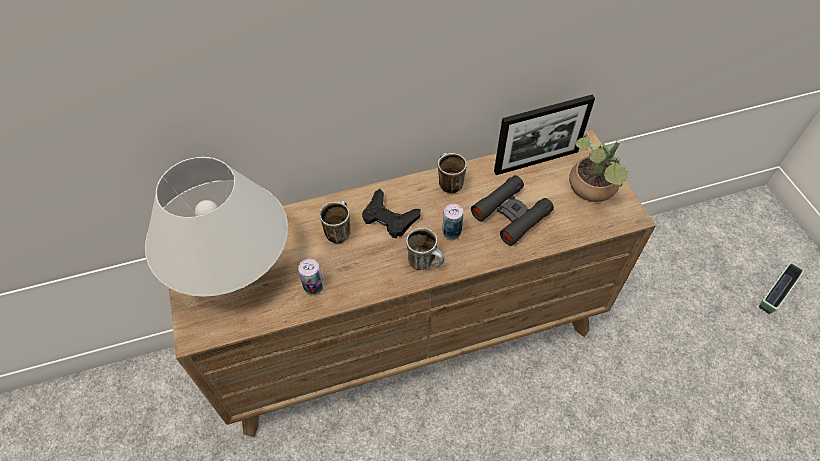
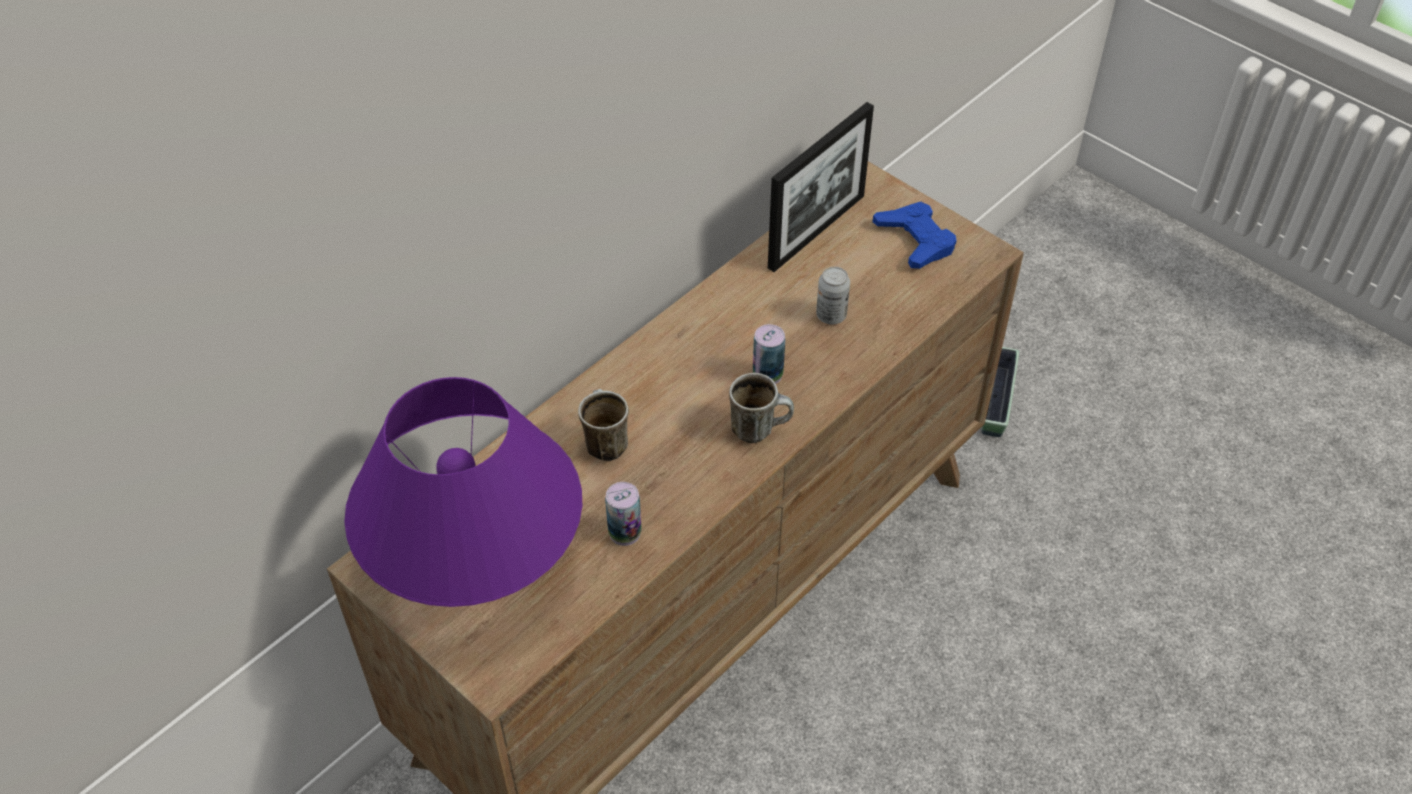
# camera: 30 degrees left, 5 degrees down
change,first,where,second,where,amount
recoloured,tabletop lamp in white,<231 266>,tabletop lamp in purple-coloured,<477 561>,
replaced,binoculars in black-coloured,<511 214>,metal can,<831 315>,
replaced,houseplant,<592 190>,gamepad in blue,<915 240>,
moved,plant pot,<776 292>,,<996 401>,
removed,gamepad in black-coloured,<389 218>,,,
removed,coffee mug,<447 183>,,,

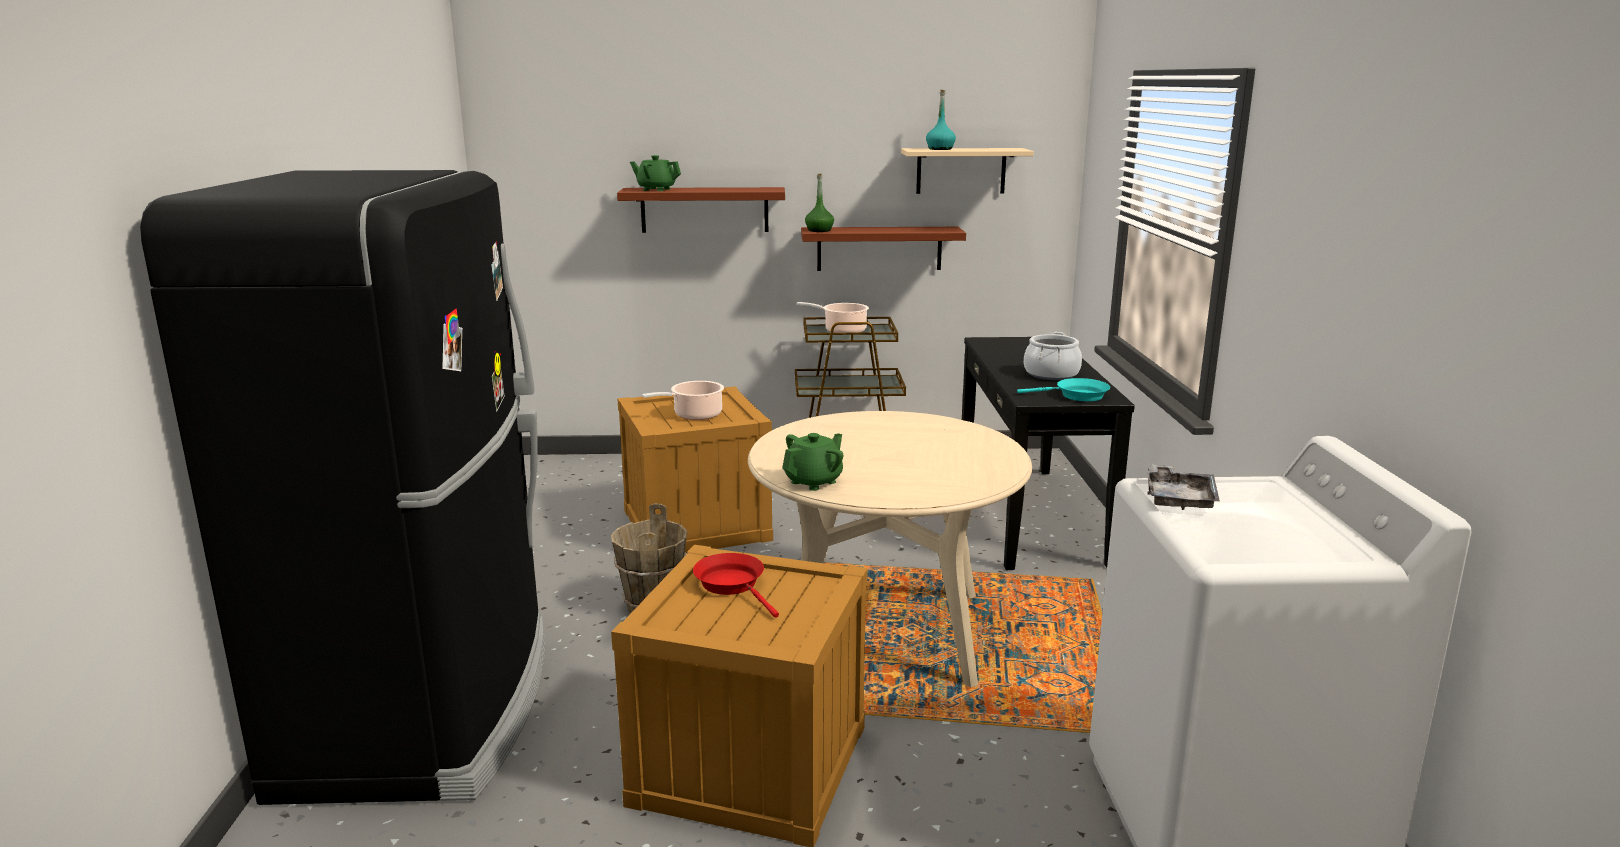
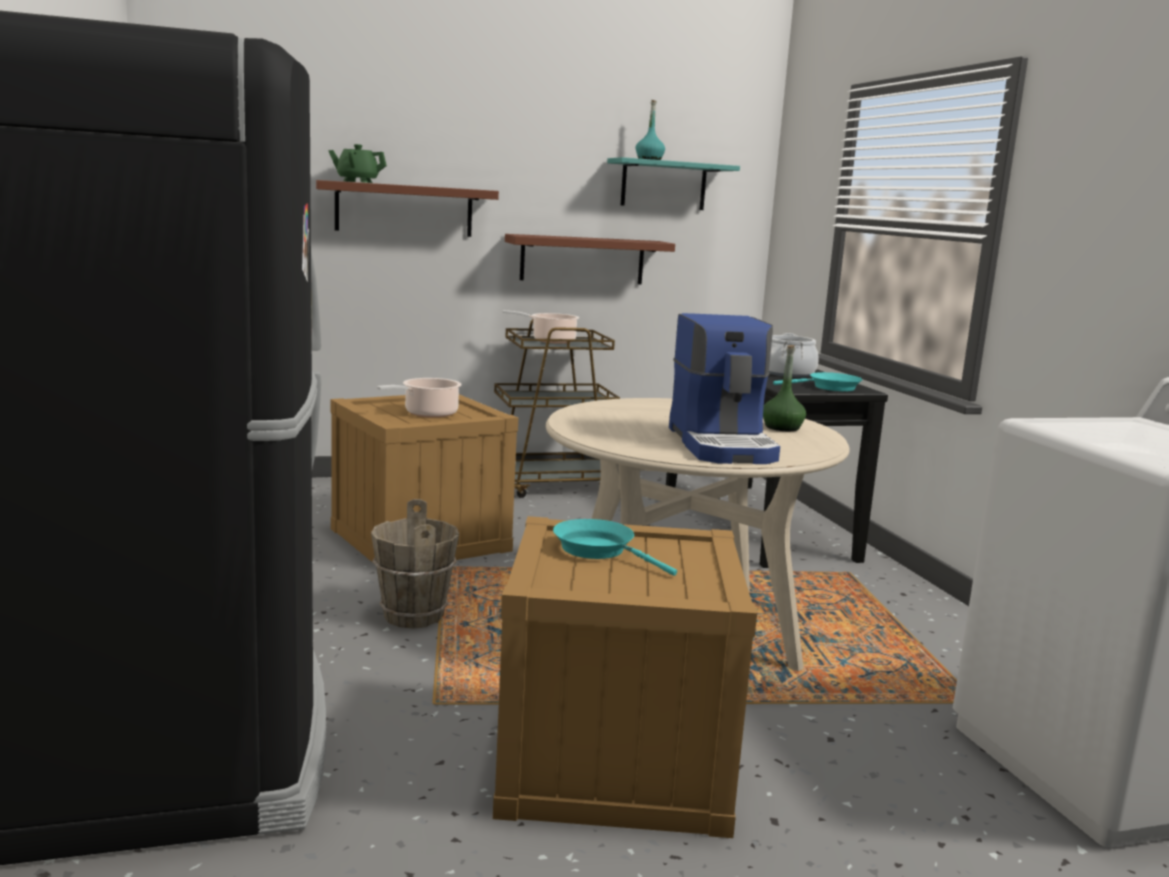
# camera: 15 degrees left, 5 degrees down
change,first,where,second,where,amount
recoloured,frying pan in reddish,<733 585>,frying pan in turquoise,<599 550>,
recoloured,shelf in beige,<961 170>,shelf in turquoise,<663 185>,
added,,,coffee maker,<723 445>,
moved,beverage bottle in greenish,<819 230>,,<782 428>,
removed,teapot in greenish,<814 482>,,,
removed,serving tray in grey,<1179 499>,,,

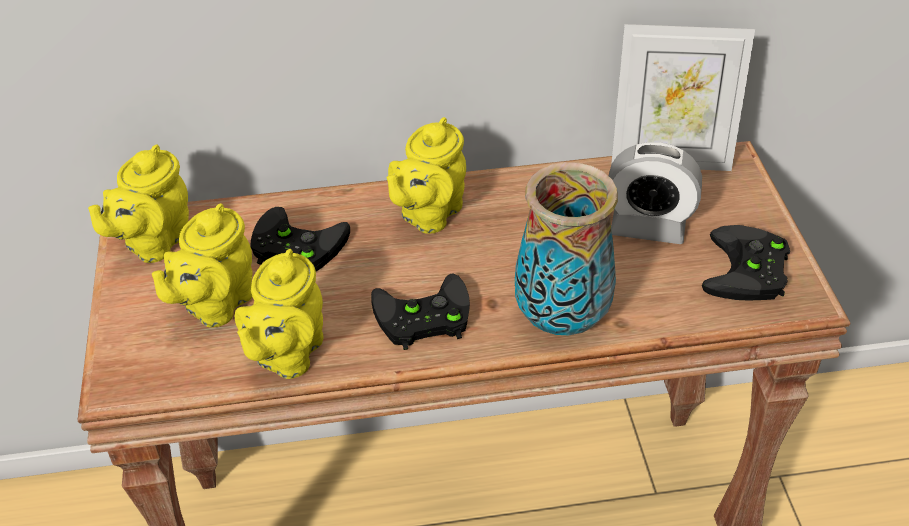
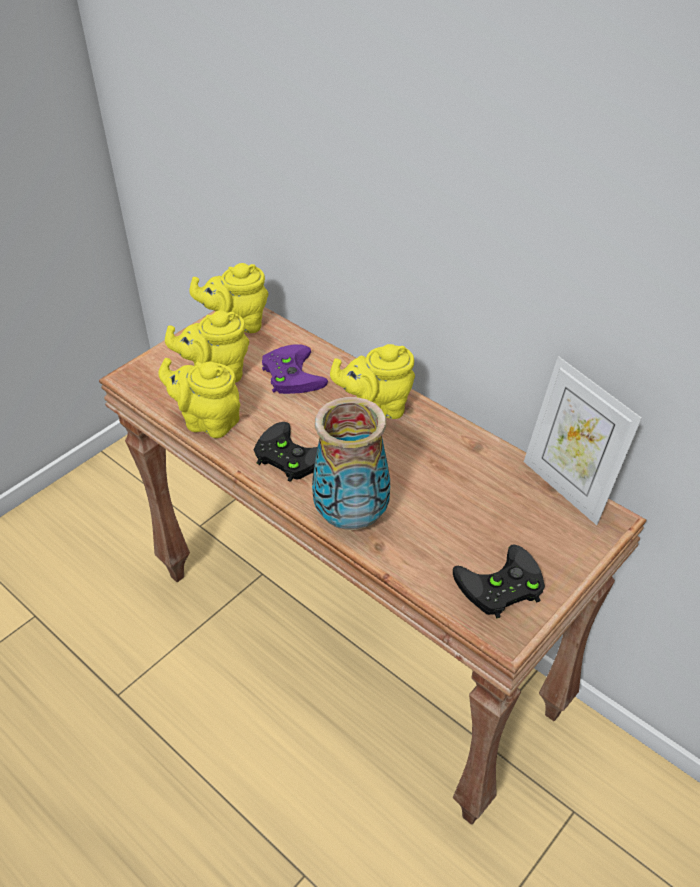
# camera: 50 degrees right, 0 degrees up
change,first,where,second,where,amount
turned,teapot in yellow-coloured,<287 355>,,<208 421>,45 degrees clockwise
recoloured,gamepad in black-coloured,<294 246>,gamepad in purple-coloured,<290 373>,
removed,alarm clock,<648 227>,,,

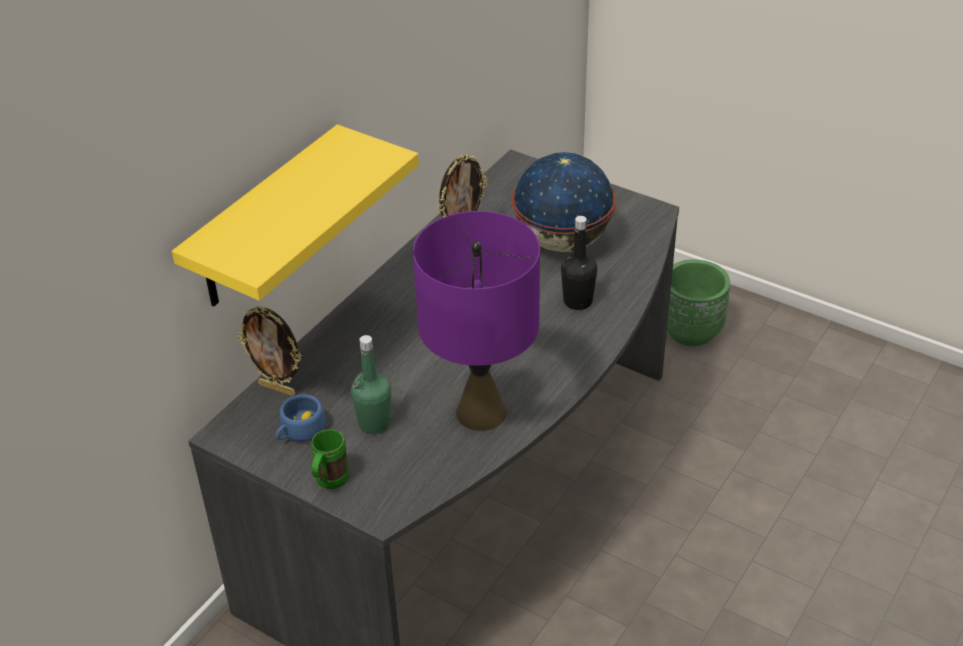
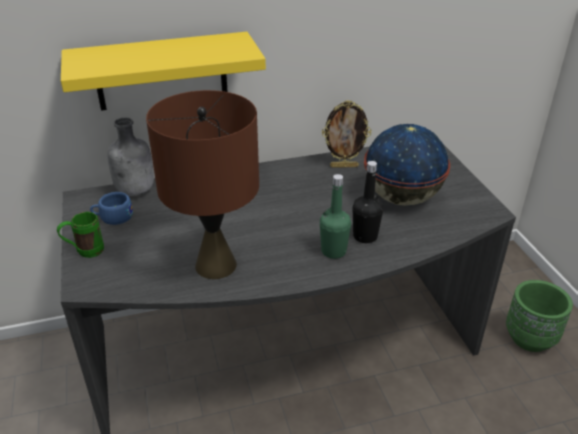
# camera: 40 degrees right, 5 degrees down
change,first,where,second,where,amount
replaced,standing frame,<278 389>,beverage bottle in grey,<136 191>,
recoloured,tabletop lamp in purple-coloured,<480 412>,tabletop lamp in brown,<215 265>,
moved,beverage bottle in greenish,<374 423>,,<333 251>,

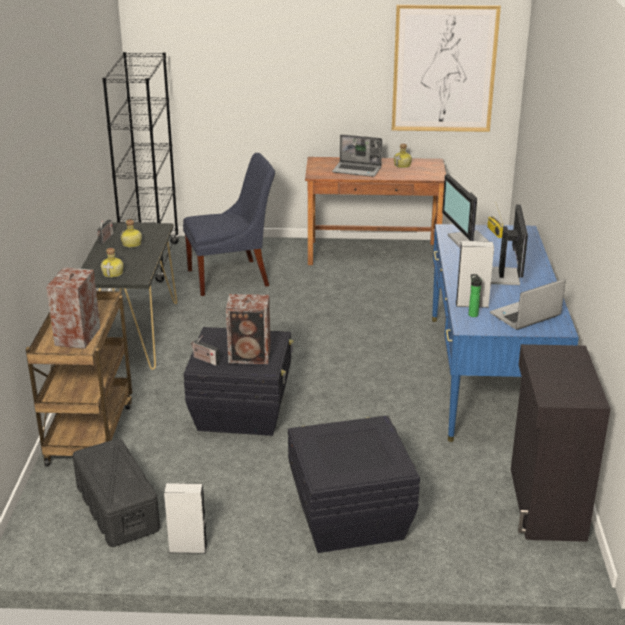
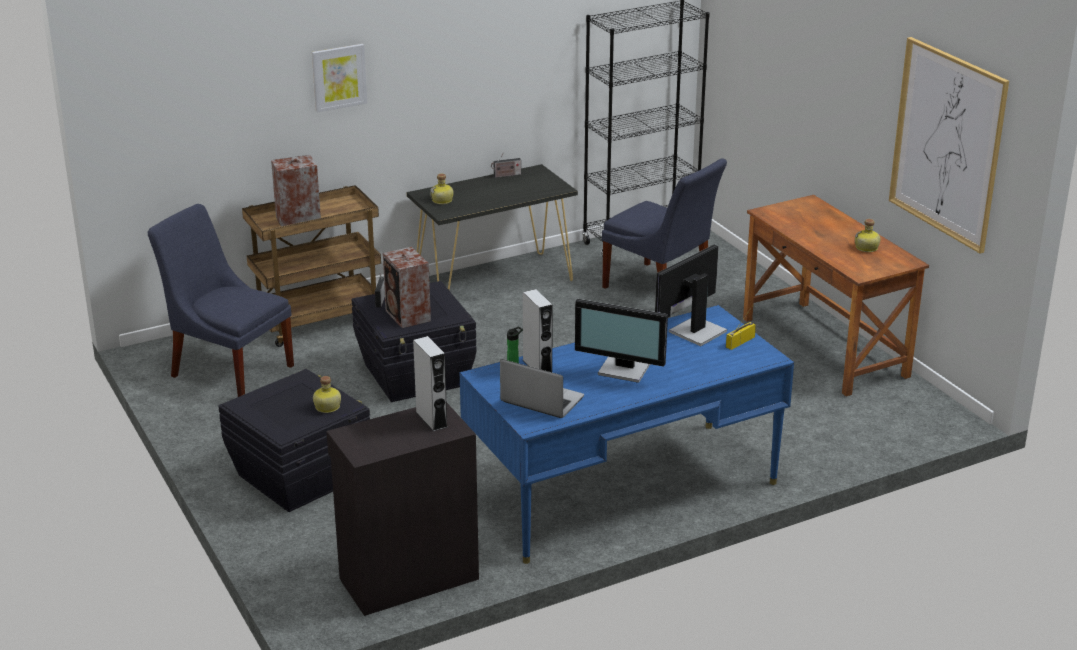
# camera: 60 degrees right, 0 degrees up
change,first,where,second,where,amount
replaced,storage box in black-coloured,<117 508>,chair in blue,<229 369>,
added,,,picture,<339 77>,
moved,beverage bottle,<132 244>,,<327 407>,
moved,loudspeaker in grey,<188 548>,,<431 419>,
turned,monitor,<503 276>,,<624 370>,45 degrees clockwise
removed,portable computer,<357 170>,,,

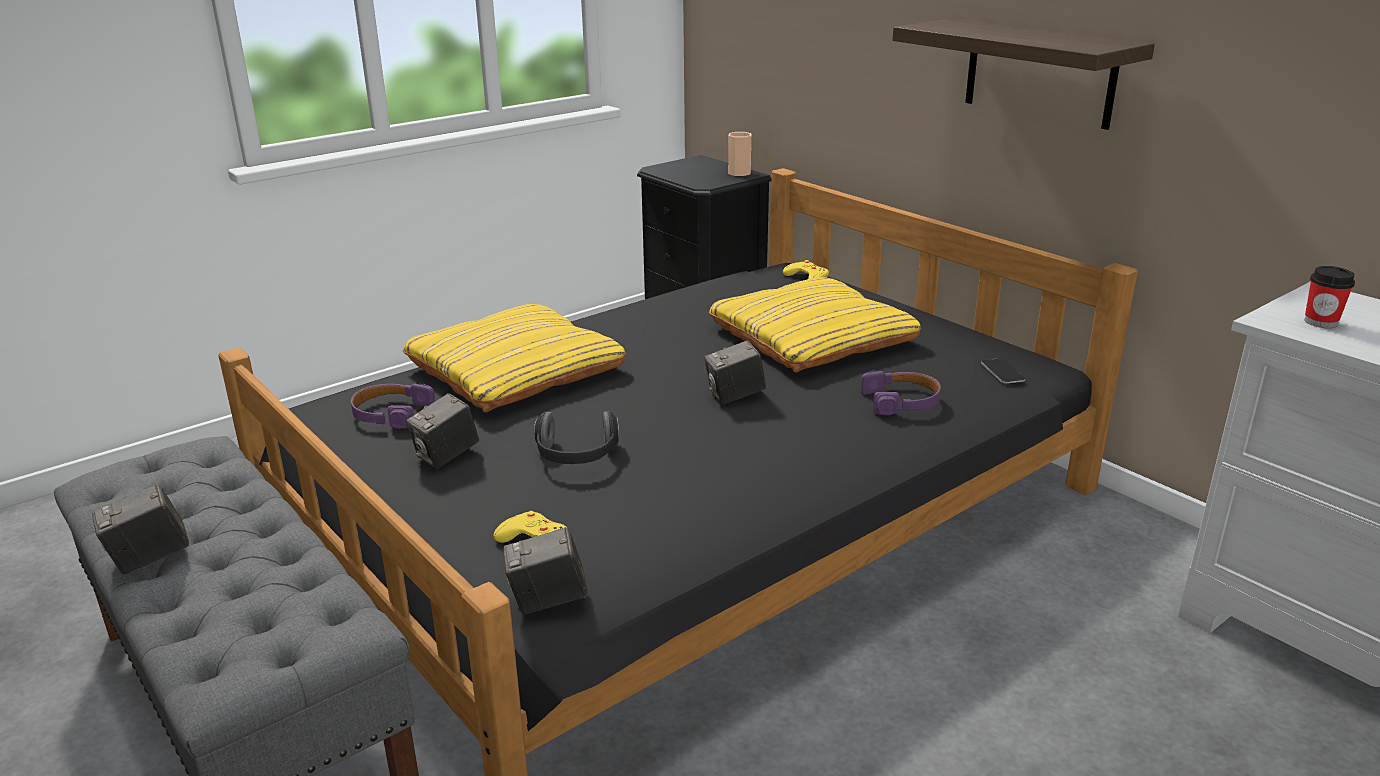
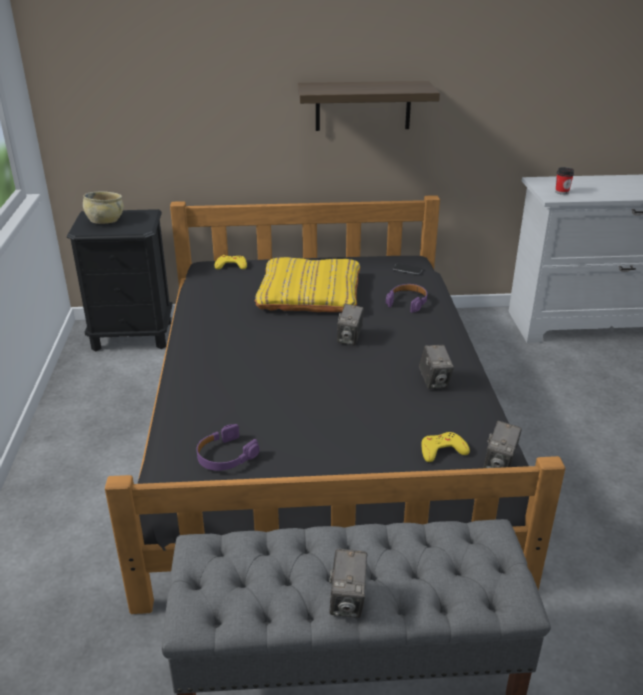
# camera: 55 degrees left, 5 degrees up
change,first,where,second,where,amount
added,,,bowl in beige,<105 221>,
moved,still camera,<446 456>,,<434 381>,
removed,pillow in yellow-coloured,<515 369>,,,
removed,headphones,<576 457>,,,
removed,small cup,<739 173>,,,

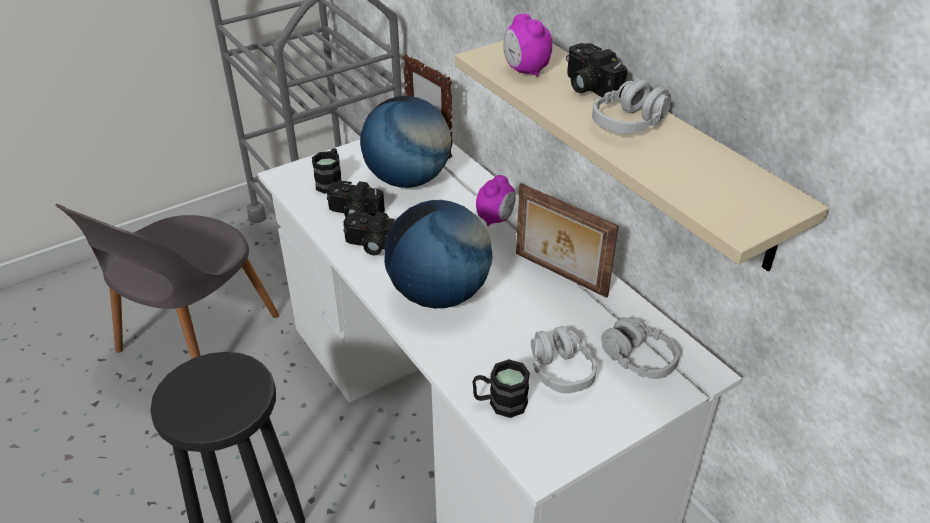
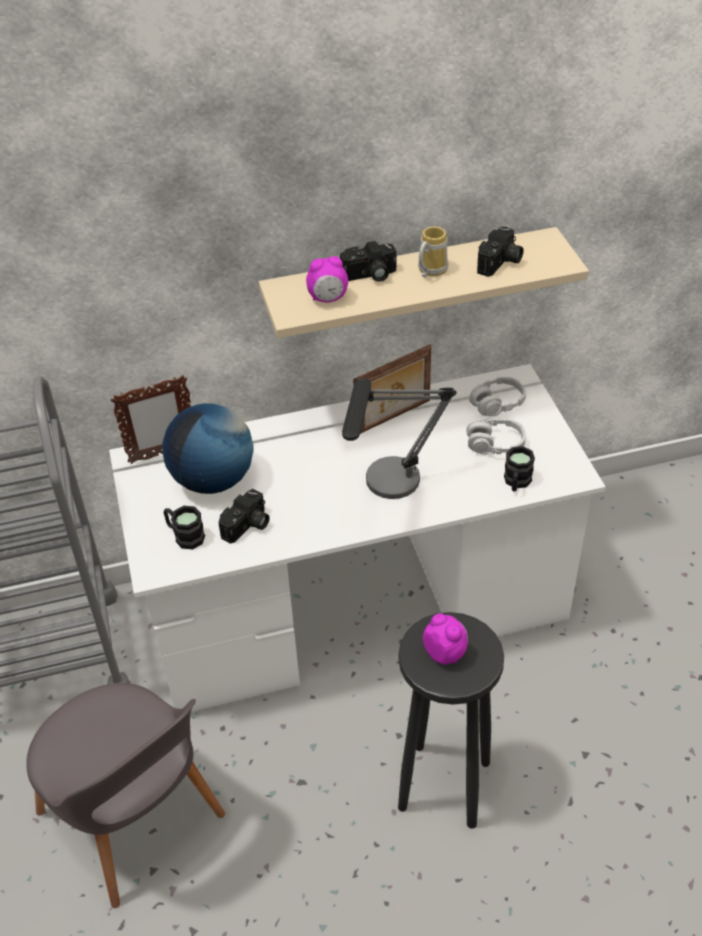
# camera: 70 degrees left, 5 degrees up
change,first,where,second,where,amount
replaced,desk globe,<439 294>,tabletop lamp,<387 491>,
replaced,headphones in grey,<629 122>,coffee mug,<429 270>,
moved,alarm clock,<496 219>,,<445 653>,
moved,still camera,<372 245>,,<500 263>,

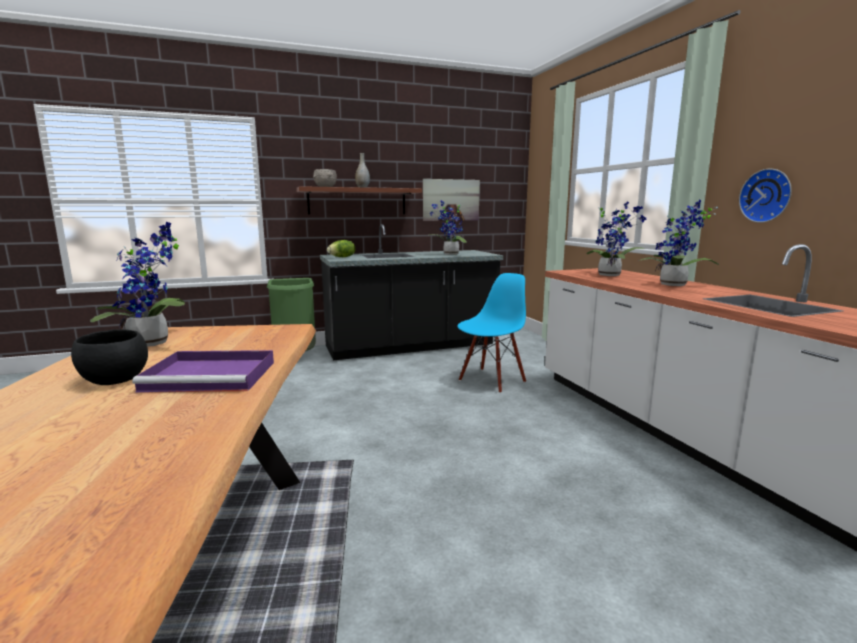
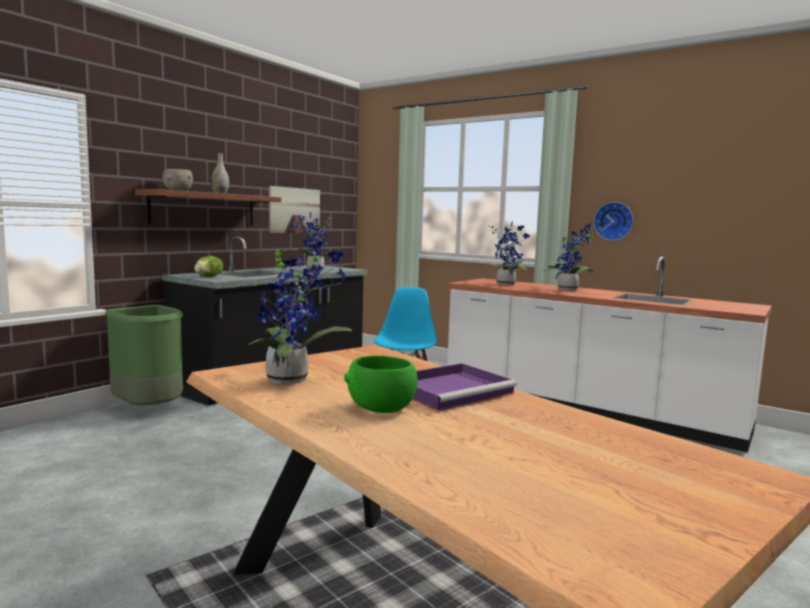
# camera: 35 degrees left, 5 degrees down
change,first,where,second,where,amount
recoloured,bowl in black-coloured,<114 379>,bowl in greenish,<381 408>,

